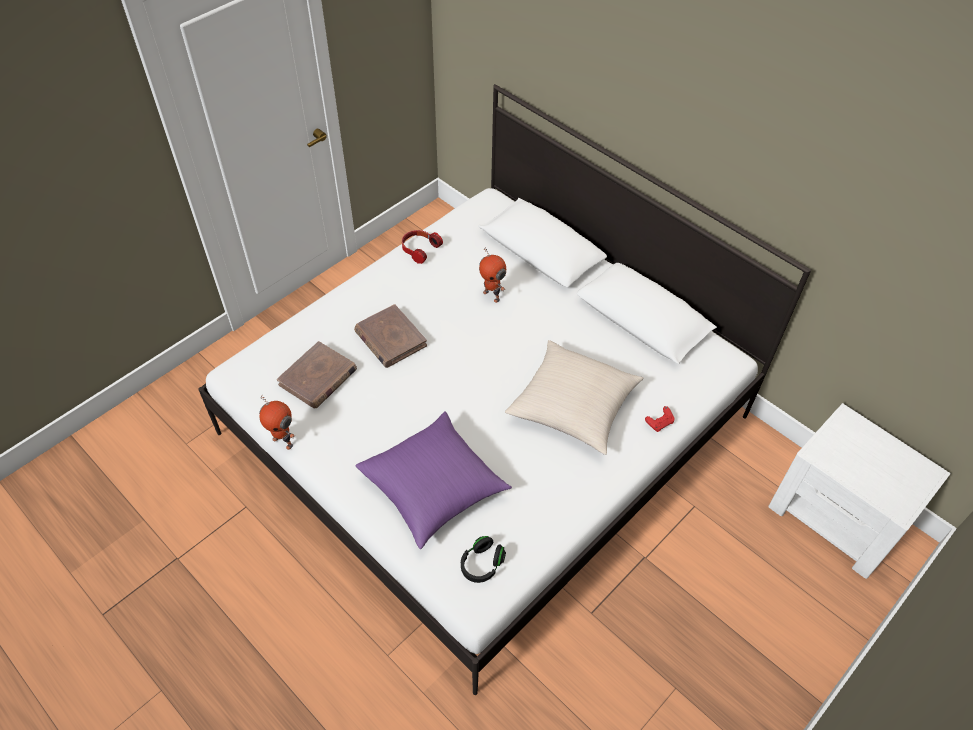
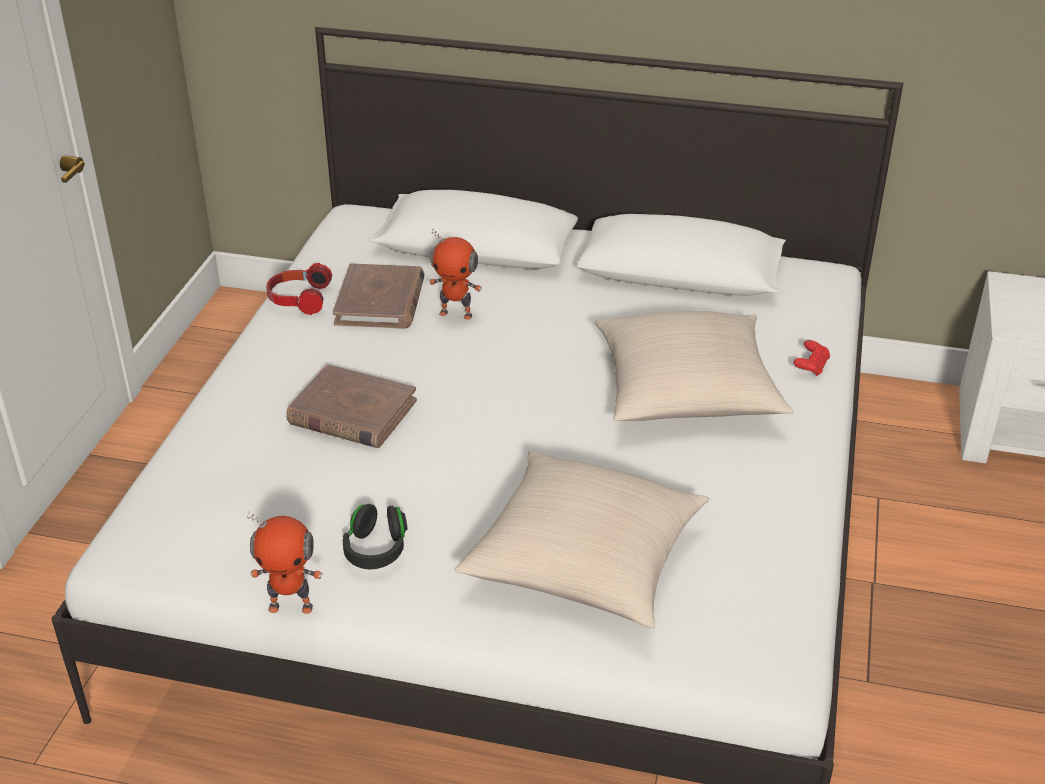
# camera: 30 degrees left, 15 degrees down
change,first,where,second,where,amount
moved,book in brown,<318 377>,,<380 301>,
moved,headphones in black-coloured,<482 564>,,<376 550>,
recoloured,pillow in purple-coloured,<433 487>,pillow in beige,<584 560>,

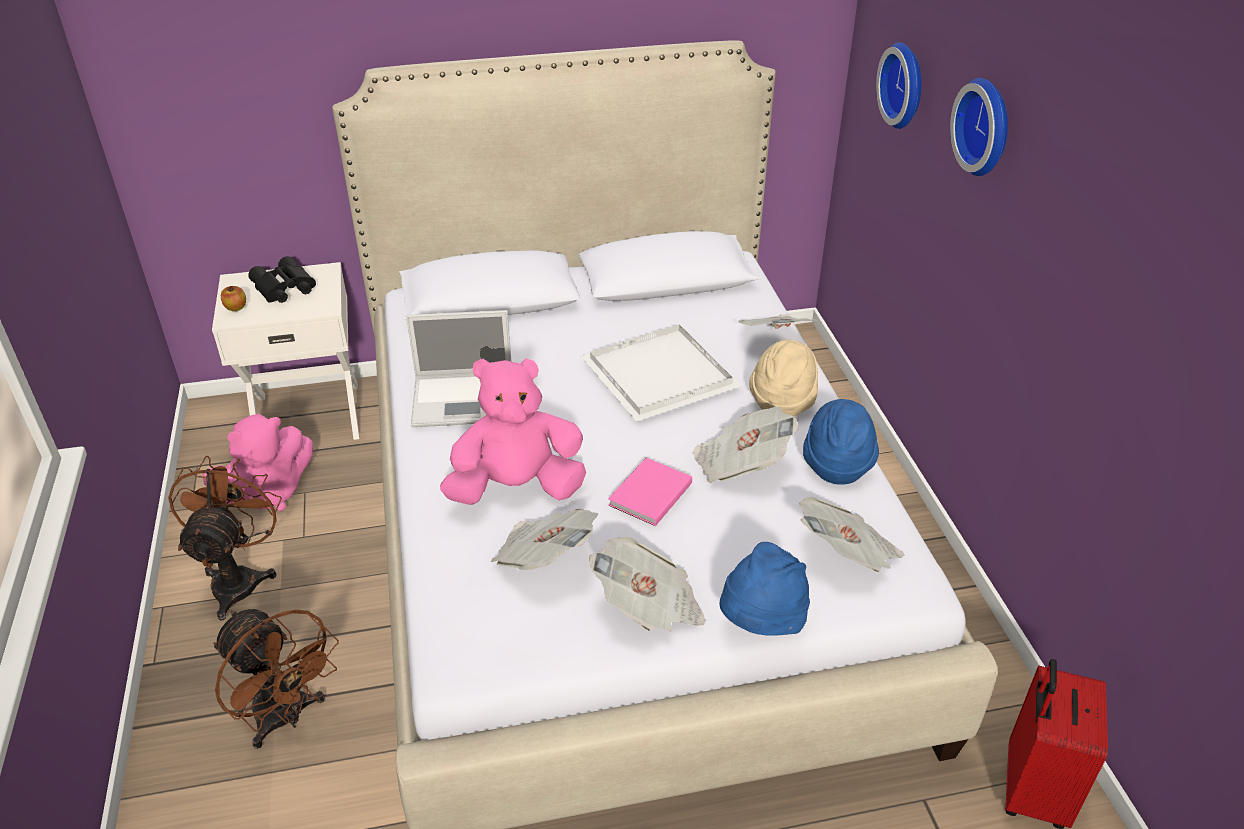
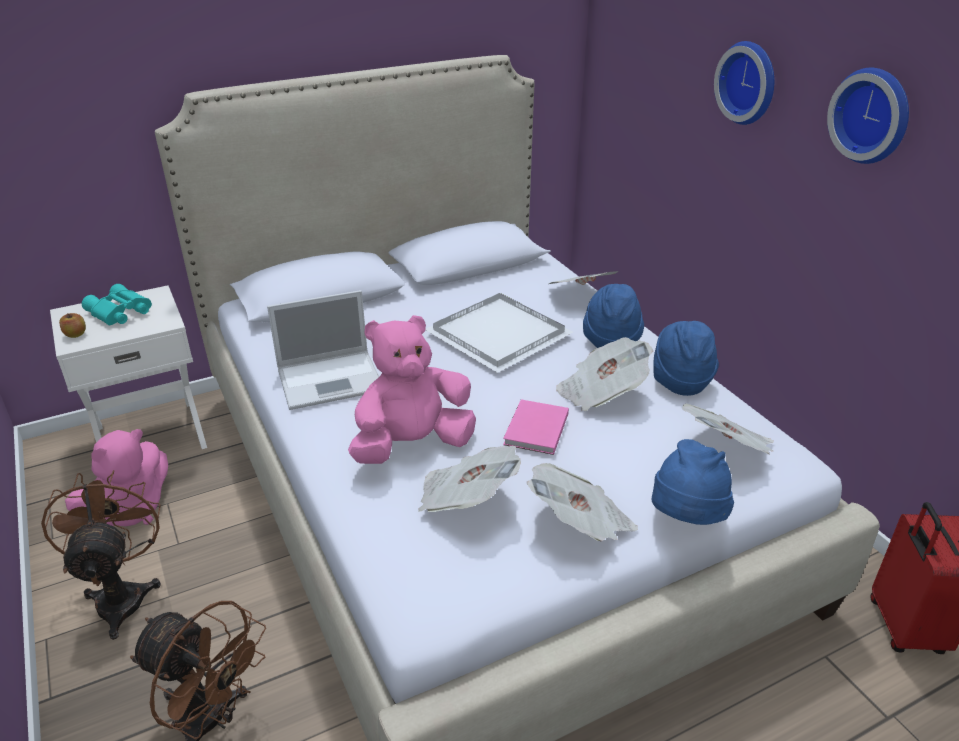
# camera: 15 degrees left, 5 degrees down
change,first,where,second,where,amount
recoloured,binoculars in black-coloured,<283 289>,binoculars in turquoise,<119 313>,
recoloured,clothing hat in beige,<782 401>,clothing hat in blue,<610 340>,
moved,hanging clock,<906 85>,,<873 115>,

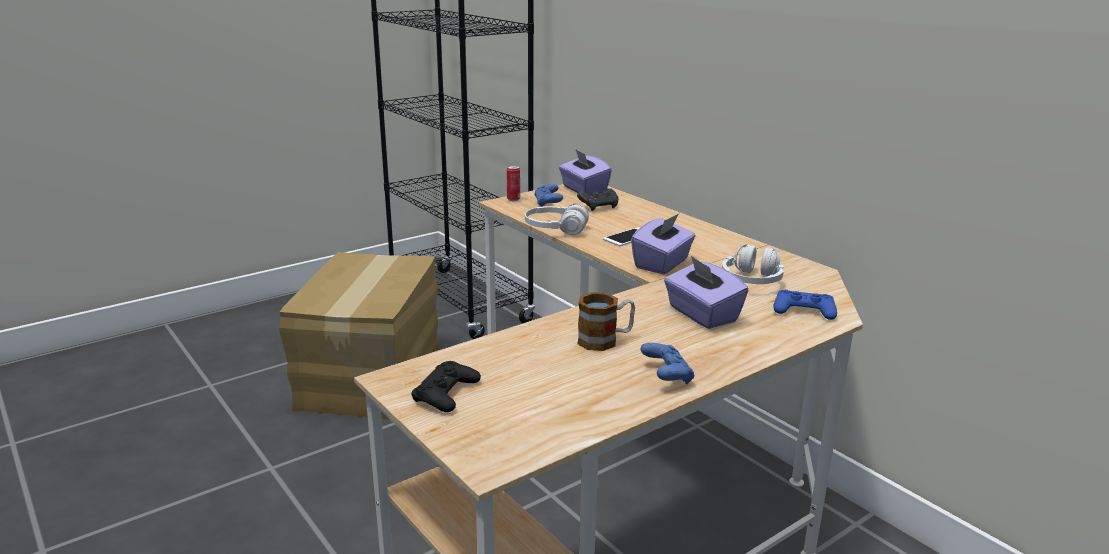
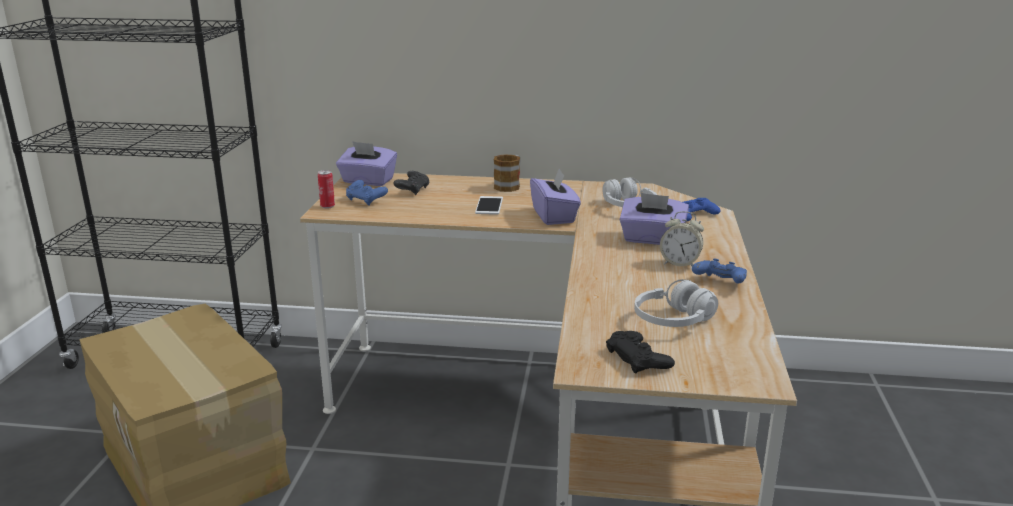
# camera: 45 degrees left, 0 degrees up
change,first,where,second,where,amount
moved,coffee mug,<605 340>,,<509 185>,
moved,headphones in white,<555 229>,,<673 320>,
added,,,alarm clock,<680 263>,

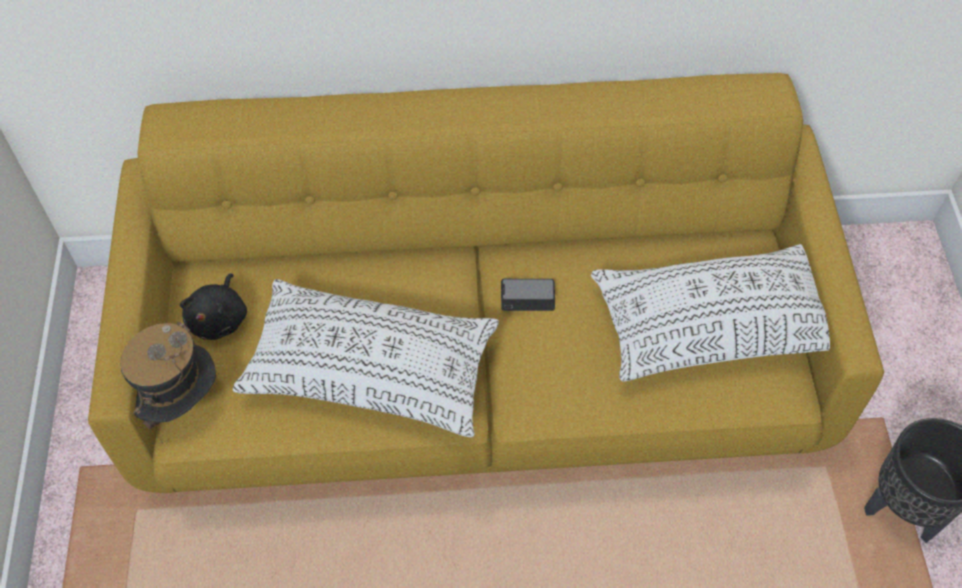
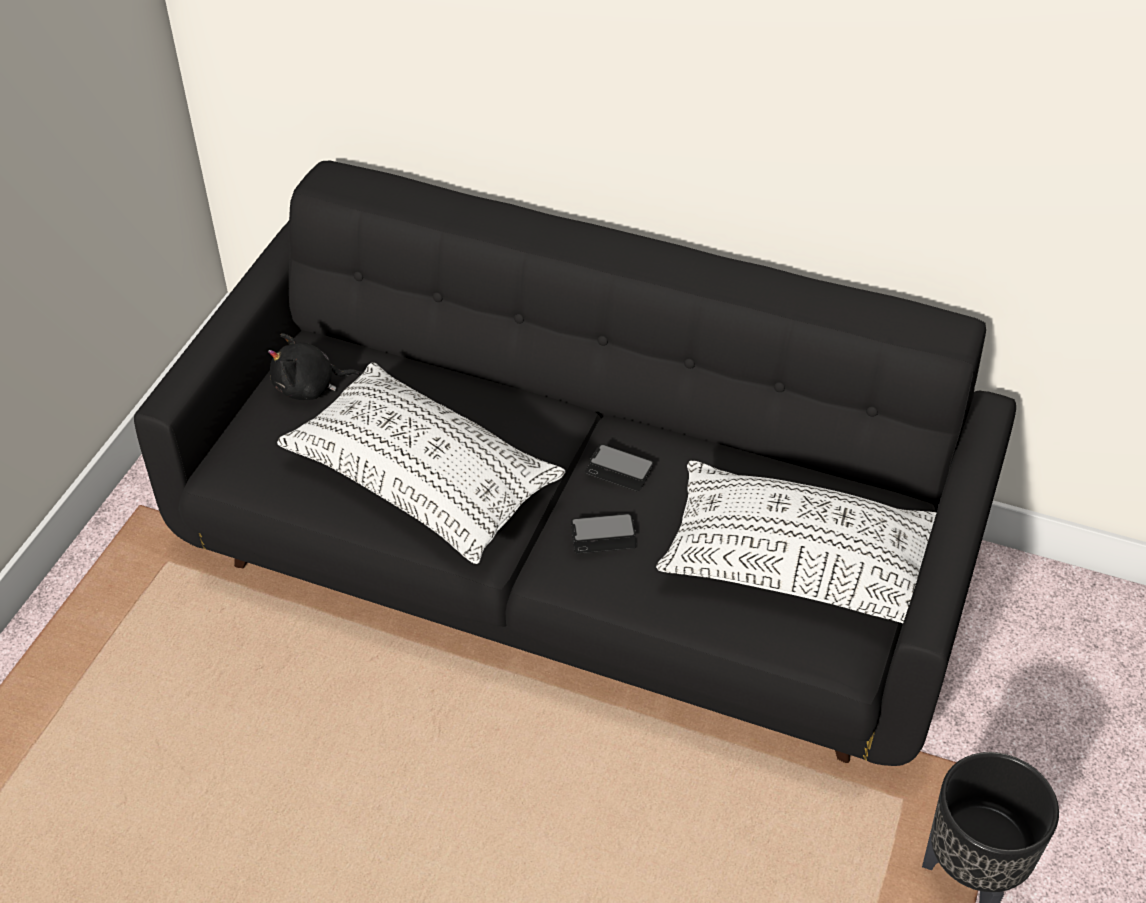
# camera: 25 degrees right, 10 degrees down
change,first,where,second,where,amount
recoloured,couch in yellow-coloured,<482 370>,couch in black-coloured,<575 563>,
turned,plush toy in black-coloured,<219 318>,,<310 387>,45 degrees clockwise
added,,,phone,<603 535>,
removed,clothing hat,<180 403>,,,

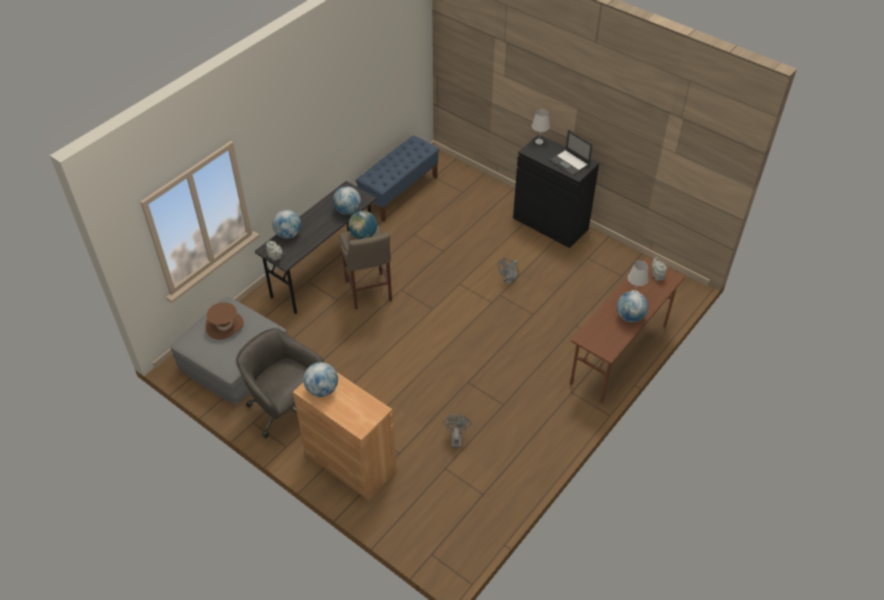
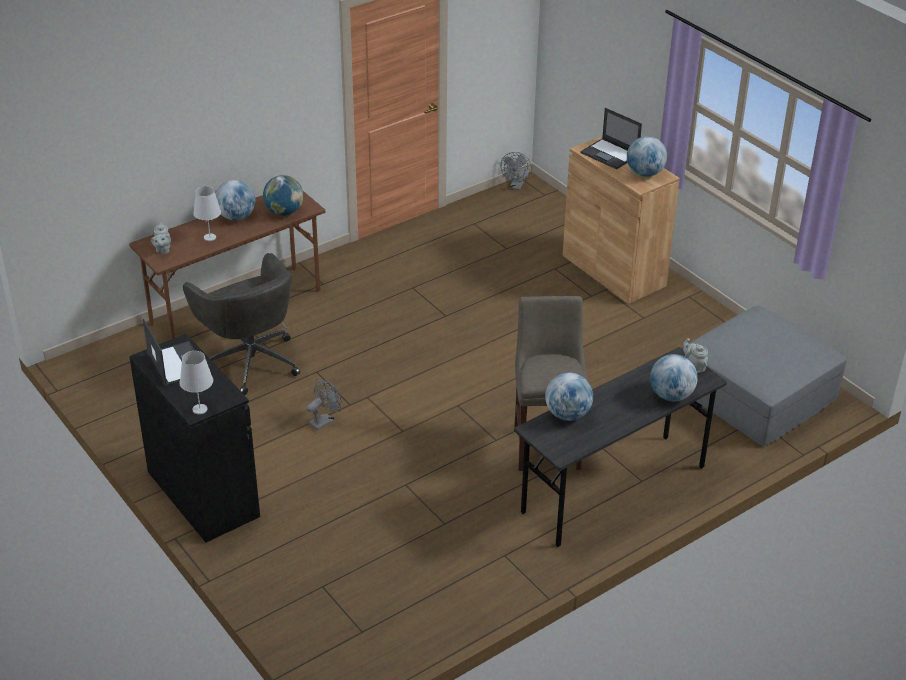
# camera: 165 degrees left, 10 degrees down
change,first,where,second,where,amount
moved,computer chair in grey,<286 410>,,<250 360>,
moved,desk globe,<363 235>,,<284 212>,
moved,cooling fan in grey,<456 438>,,<516 186>,
added,,,portable computer,<610 154>,
removed,clothing hat in brown,<224 325>,,,
removed,bench in blue,<399 192>,,,

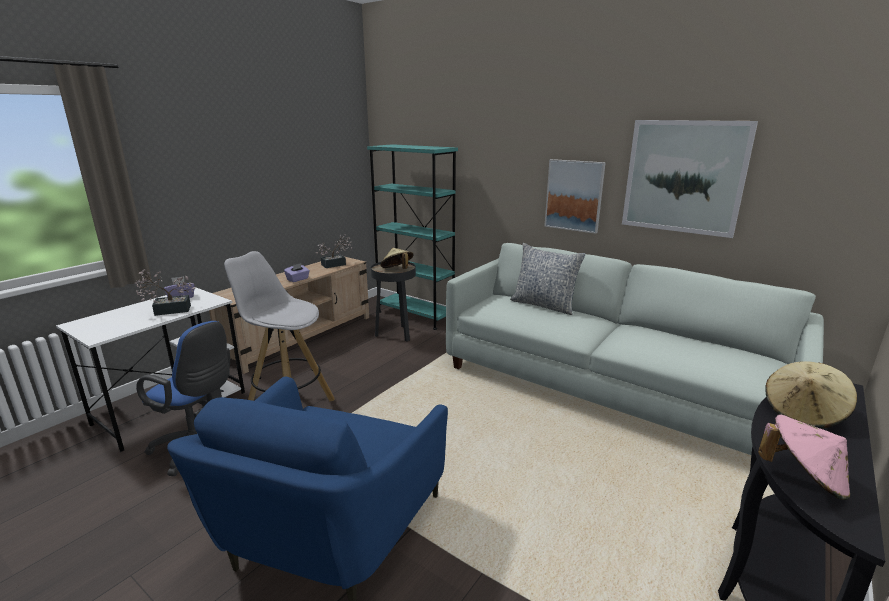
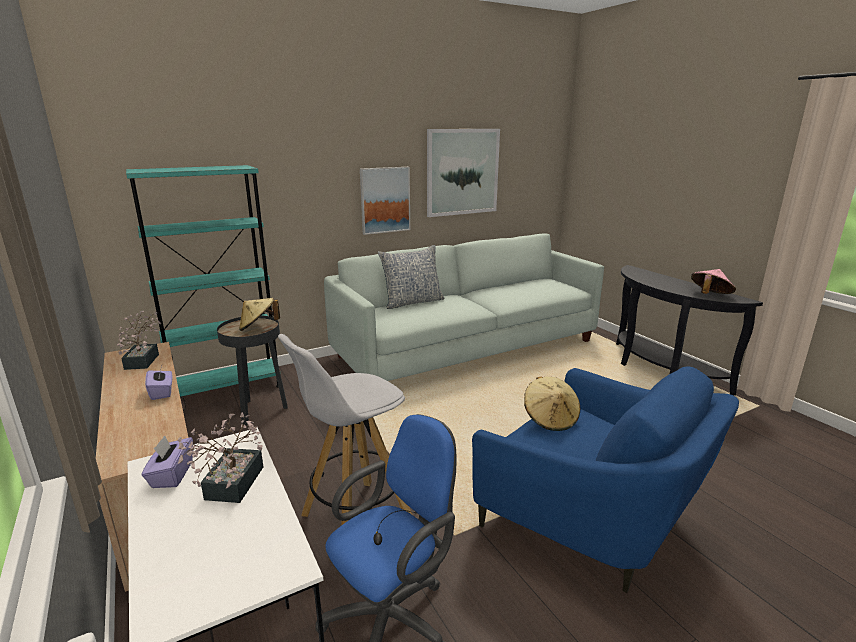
# camera: 65 degrees left, 0 degrees up
change,first,where,second,where,amount
moved,clothing hat in beige,<803 413>,,<550 418>,

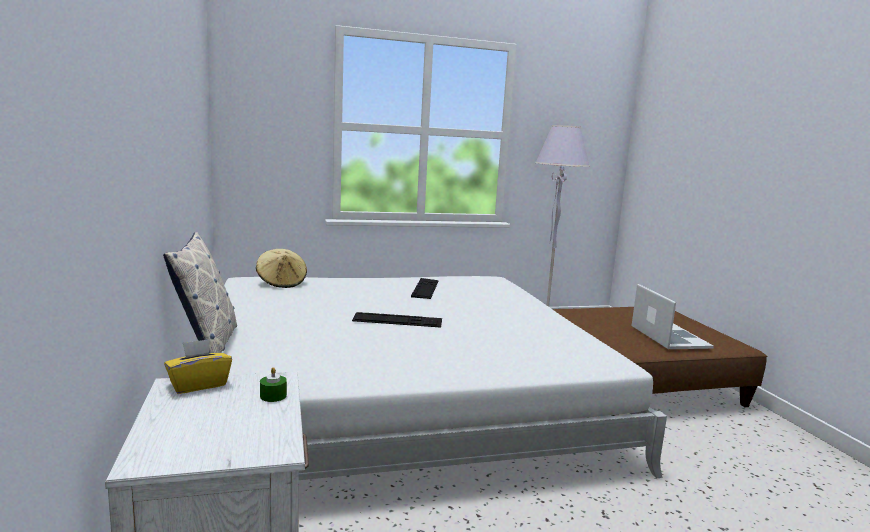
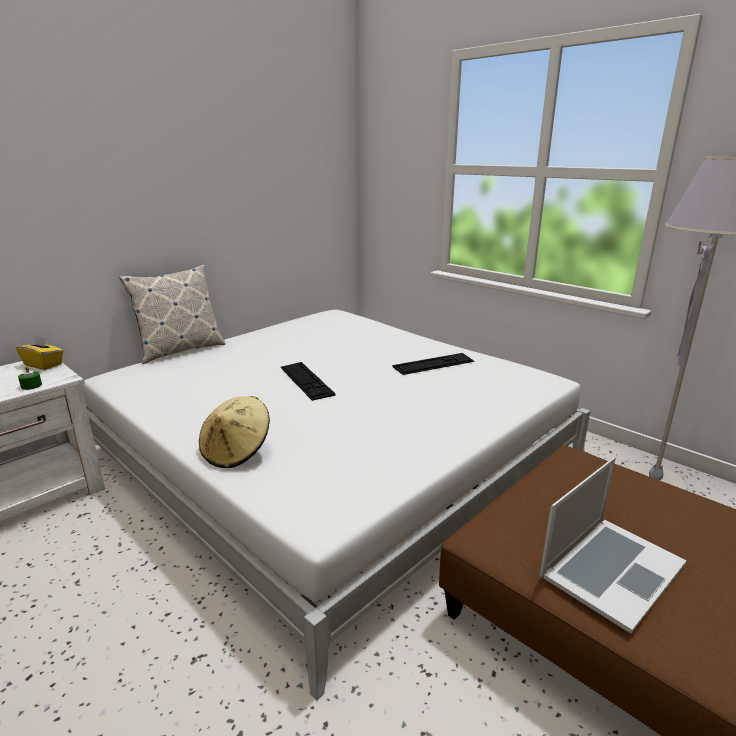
# camera: 60 degrees right, 10 degrees up
change,first,where,second,where,amount
moved,clothing hat in beige,<281 283>,,<237 451>,

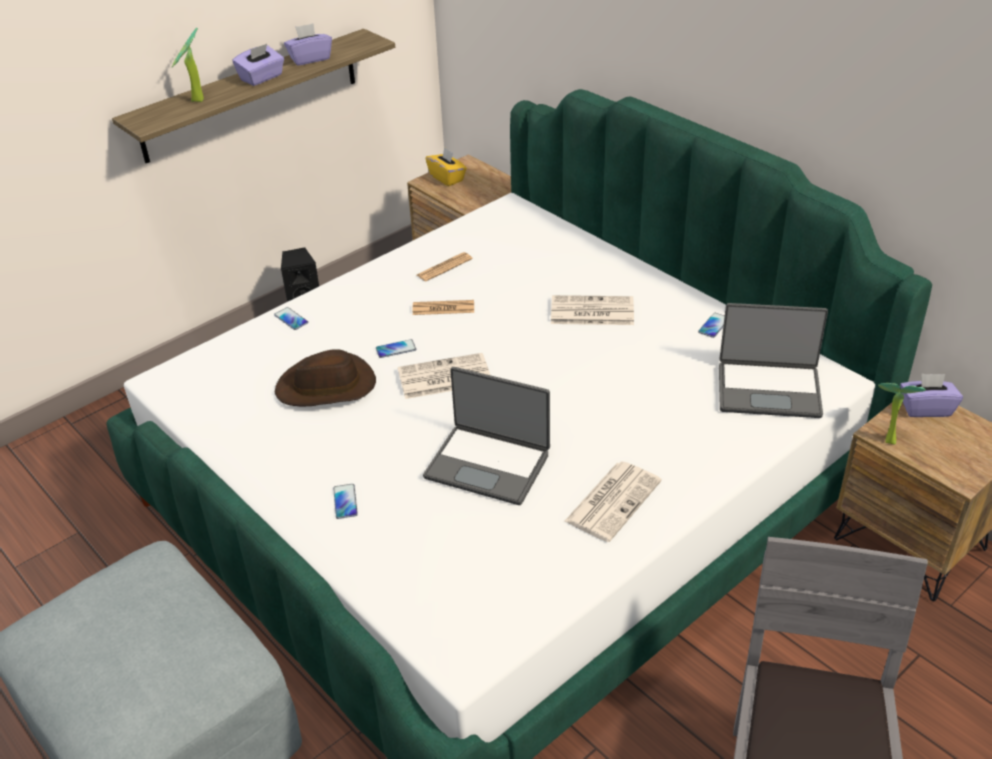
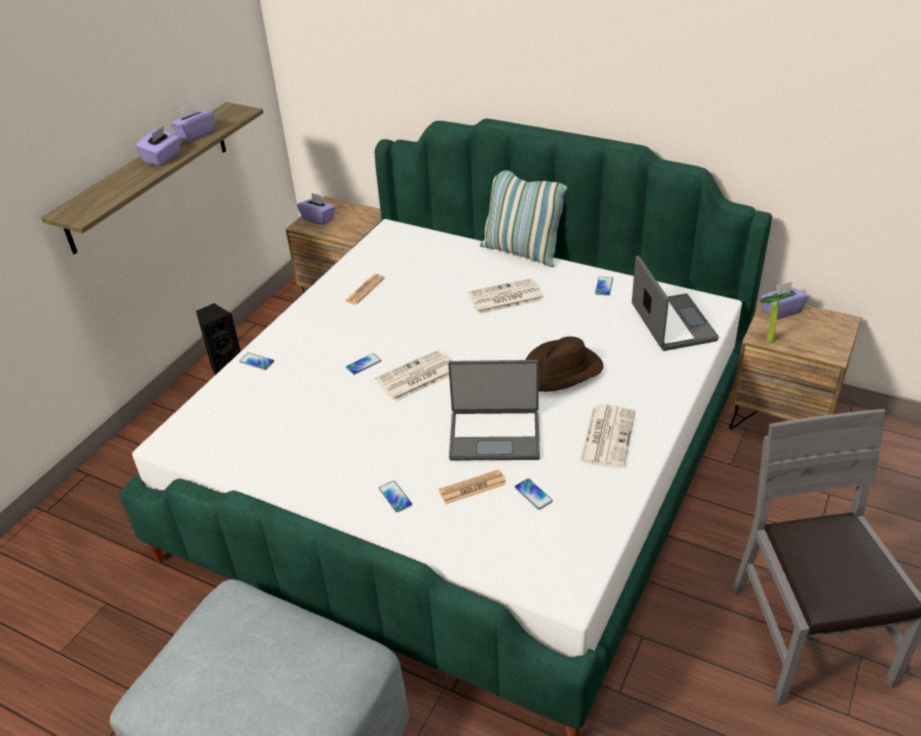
# camera: 20 degrees left, 0 degrees up
change,first,where,second,where,amount
recoloured,box of tissues in yellow-coloured,<447 178>,box of tissues in purple-coloured,<318 219>,
moved,printed paper,<443 308>,,<472 487>,
added,,,pillow,<521 252>,
added,,,phone,<533 494>,
moved,clothing hat in brown,<327 387>,,<561 371>,
turned,portable computer,<769 389>,,<671 324>,90 degrees counterclockwise
removed,houseplant,<196 101>,,,

